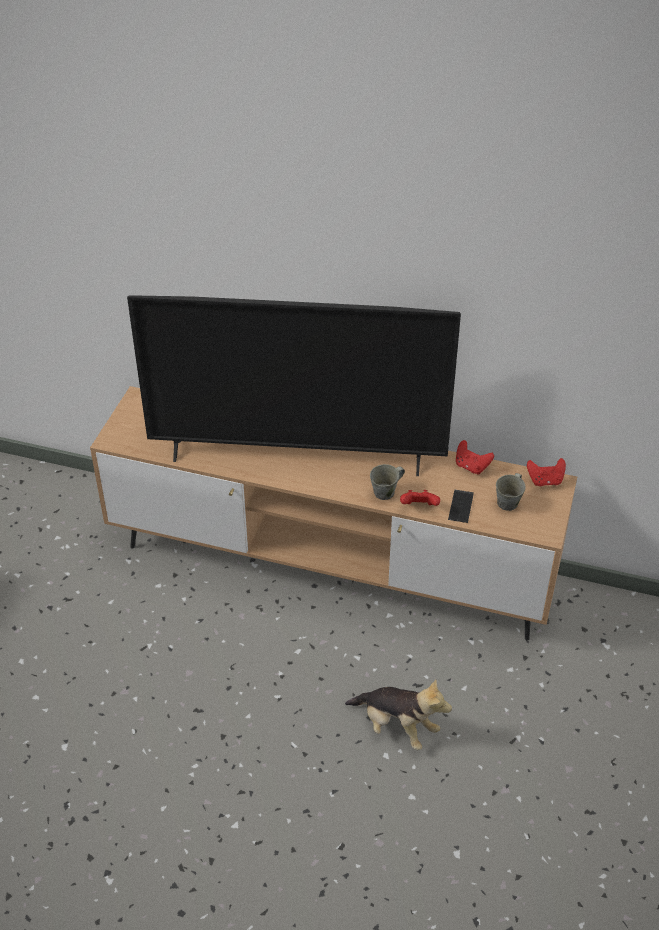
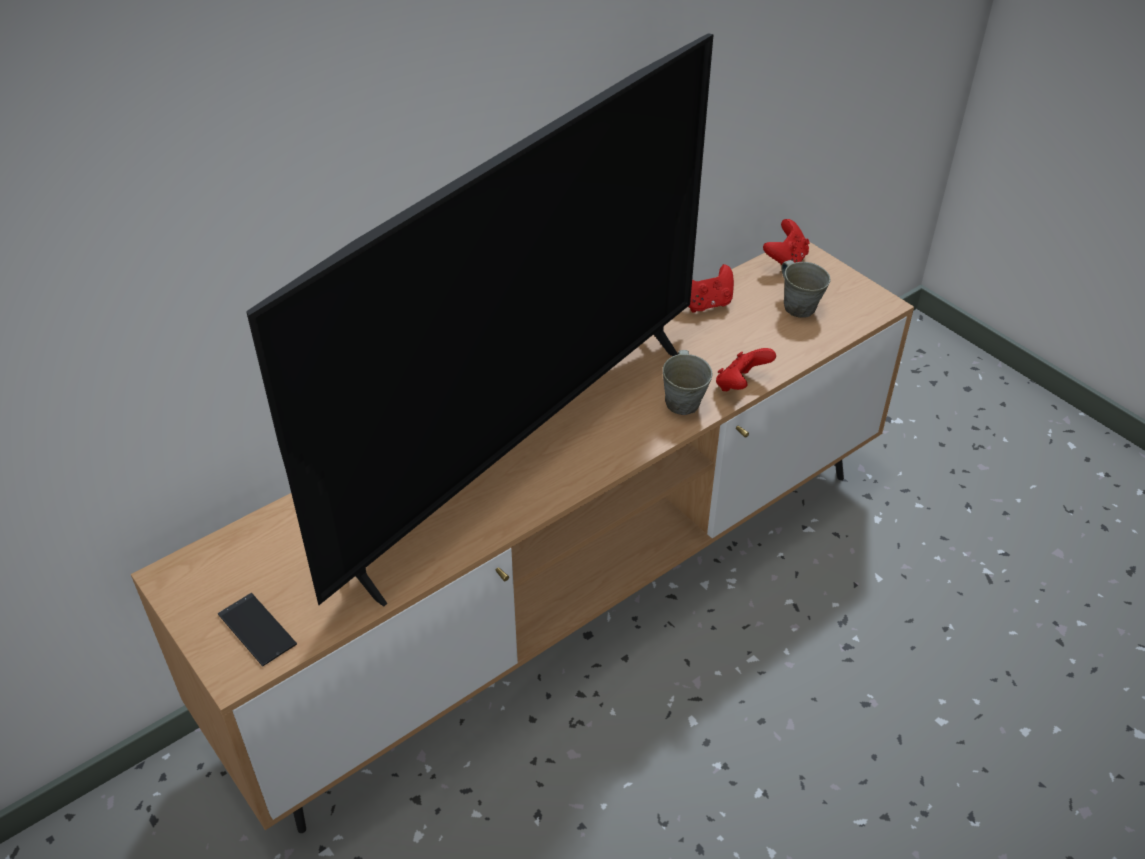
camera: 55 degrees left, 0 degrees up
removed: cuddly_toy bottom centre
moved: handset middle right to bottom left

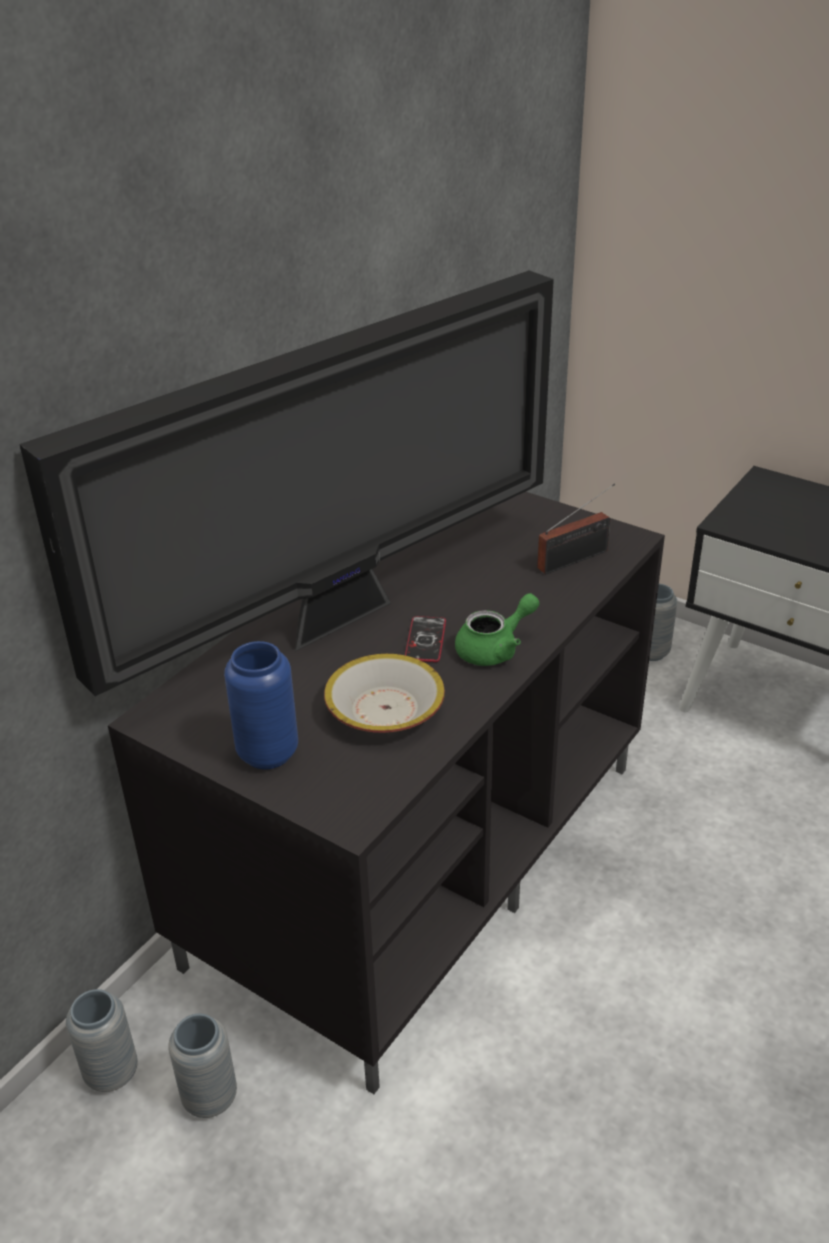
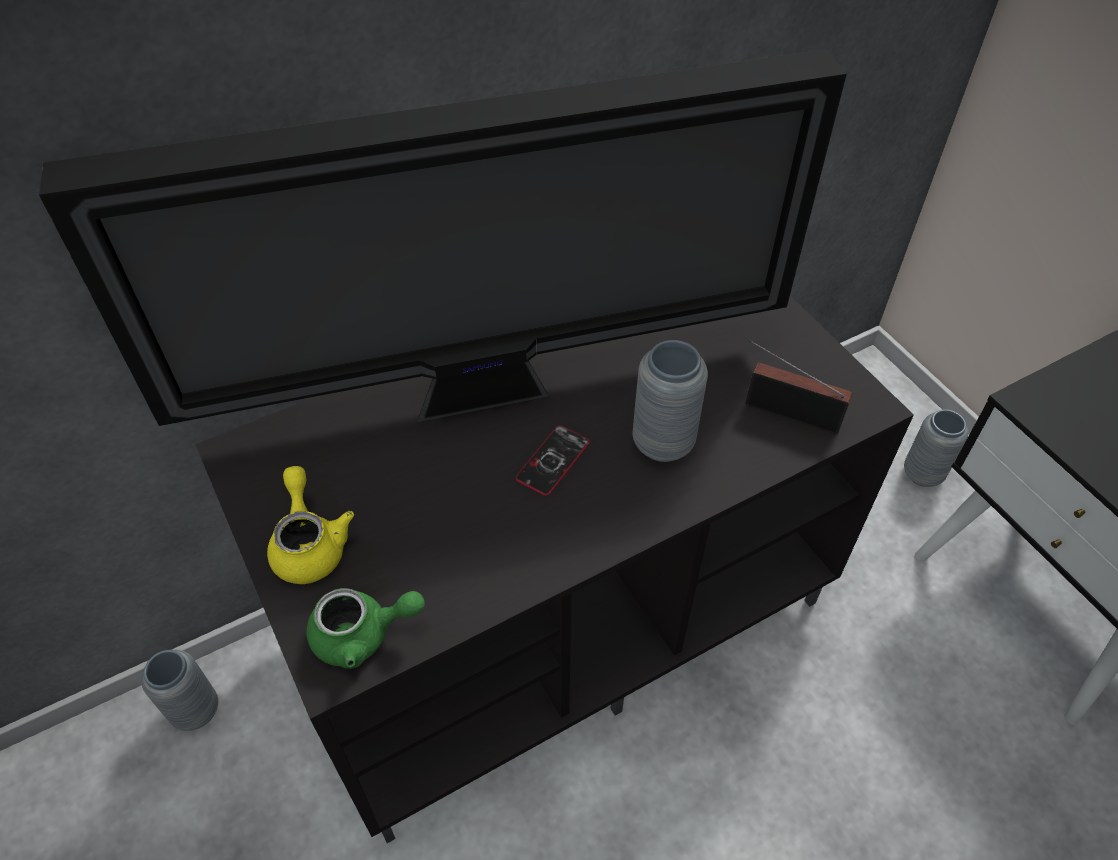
camera: 25 degrees right, 15 degrees up
removed: bowl centre
moved: grey_flower_vase (2nd from left) bottom left to centre; green-coloured_pot_for_tea centre to bottom left
replaced: blue_flower_vase middle left to yellow_pot_for_tea middle left
turned: radio_receiver middle right = middle right 150 degrees counterclockwise

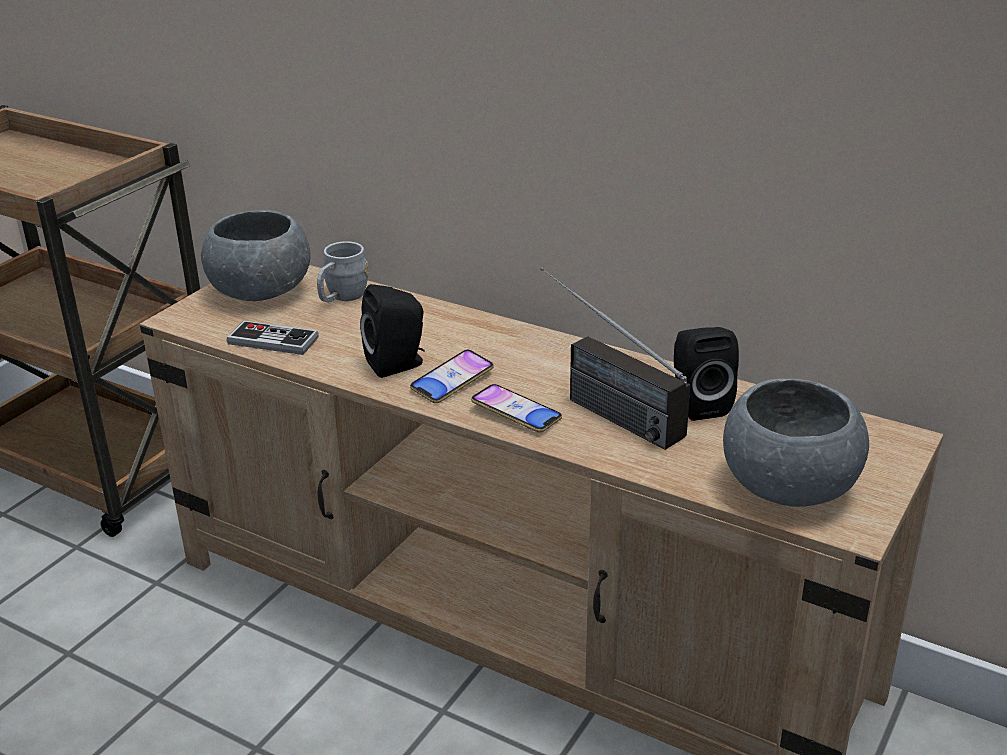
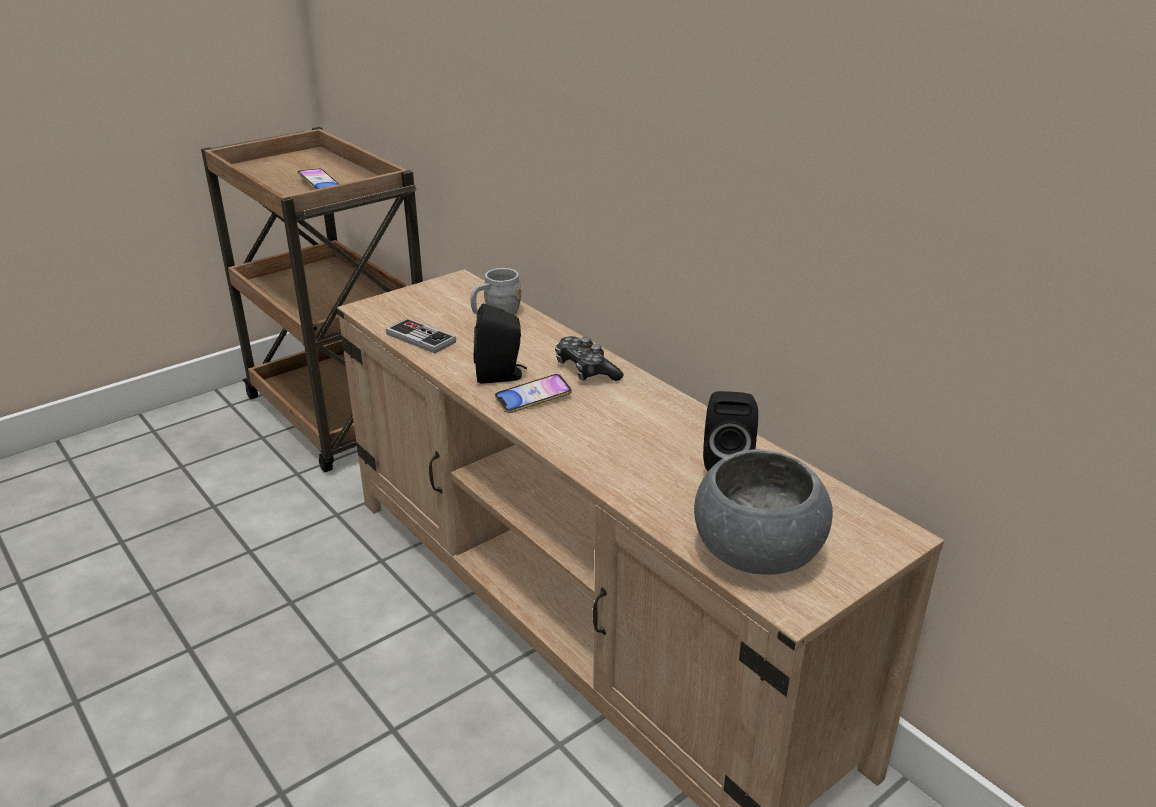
camera: 20 degrees right, 0 degrees up
removed: grey_bowl (1st from left) middle left; radio_receiver centre
added: gamepad (2nd from left) centre
moved: handset (2nd from left in the first image) centre to handset (1st from left) top left

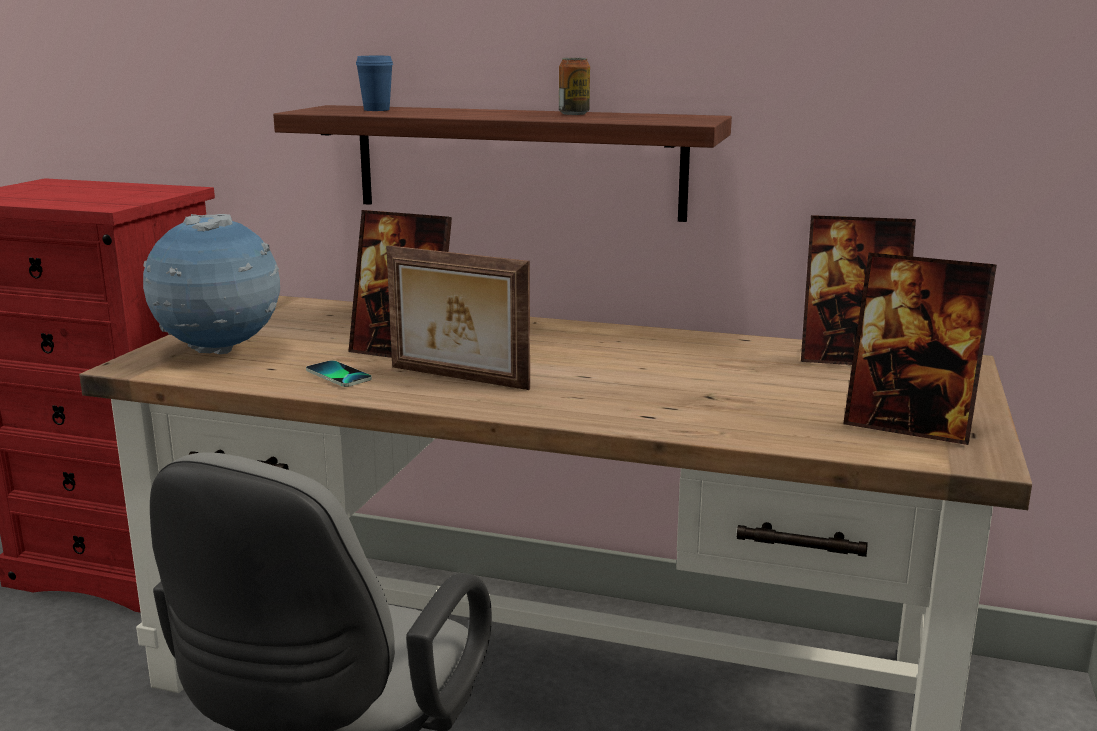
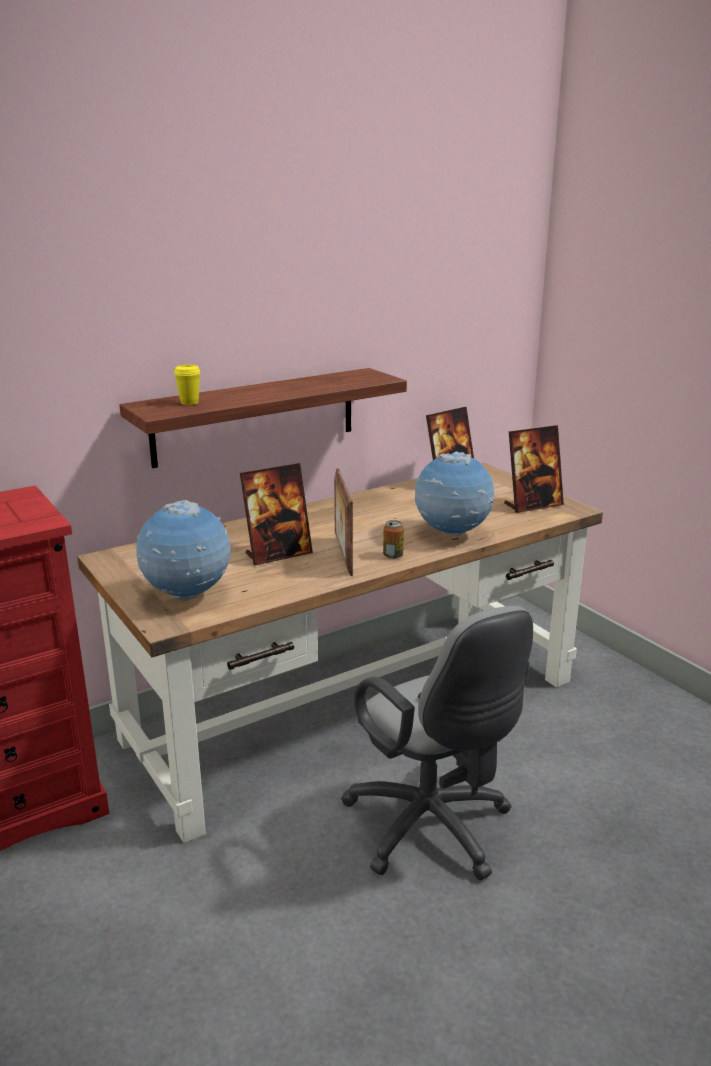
camera: 50 degrees left, 5 degrees up
removed: handset middle left
added: world_globe (2nd from left) centre
moved: metal_can top centre to centre
recoloured: blue_small_cup top centre to yellow_small_cup middle left
turned: picture_frame (2nd from left) centre = centre 105 degrees clockwise

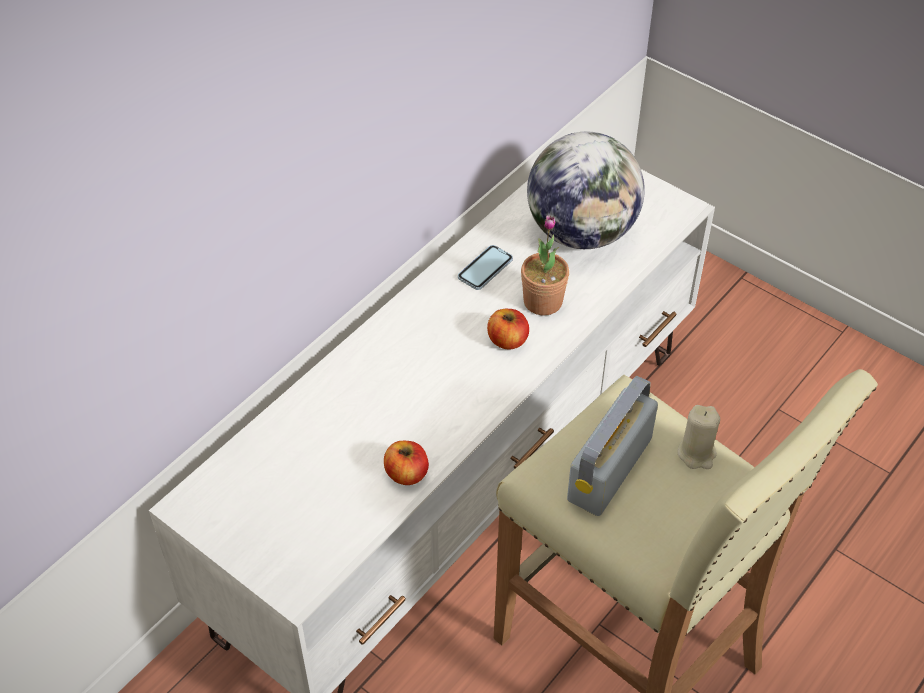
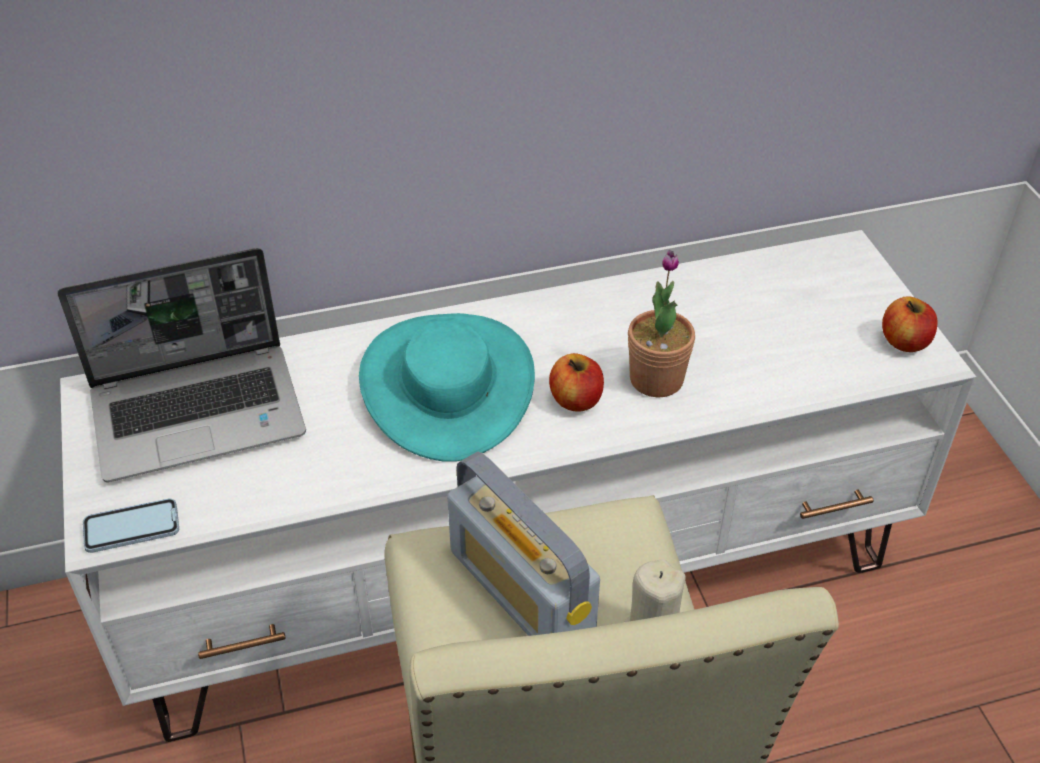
camera: 35 degrees right, 5 degrees down
removed: world_globe top centre
added: laptop middle left; turquoise_hat centre
moved: apple (1st from left in the first image) bottom centre to apple (2nd from left) middle right; handset centre to bottom left
turned: radio_receiver centre = bottom centre 105 degrees counterclockwise

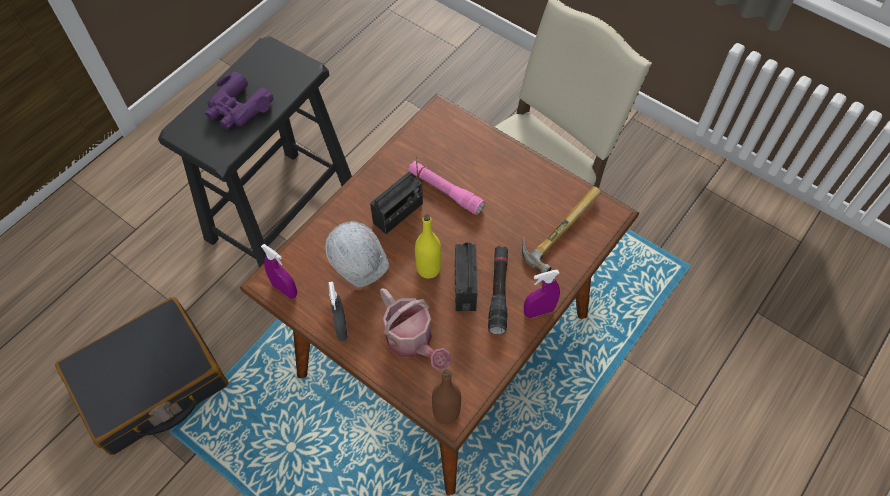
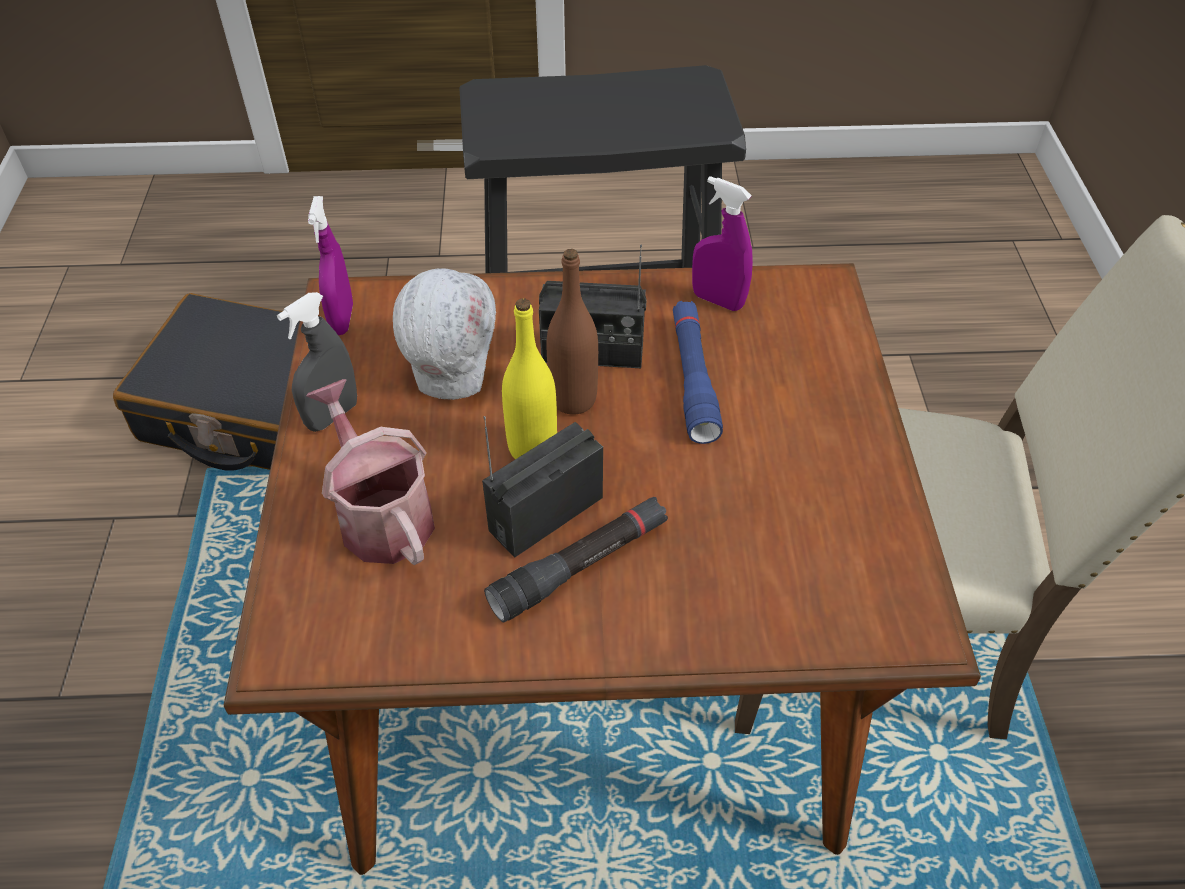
camera: 50 degrees right, 10 degrees down
removed: purple-coloured_binoculars top left; hand_hammer centre
moved: brown-coloured_drink_bottle bottom centre to centre; purple-coloured_hand_sprayer (2nd from left) centre to top centre
recoloured: pink_hand_torch centre to blue_hand_torch centre
turned: watering_can centre = middle left 135 degrees clockwise

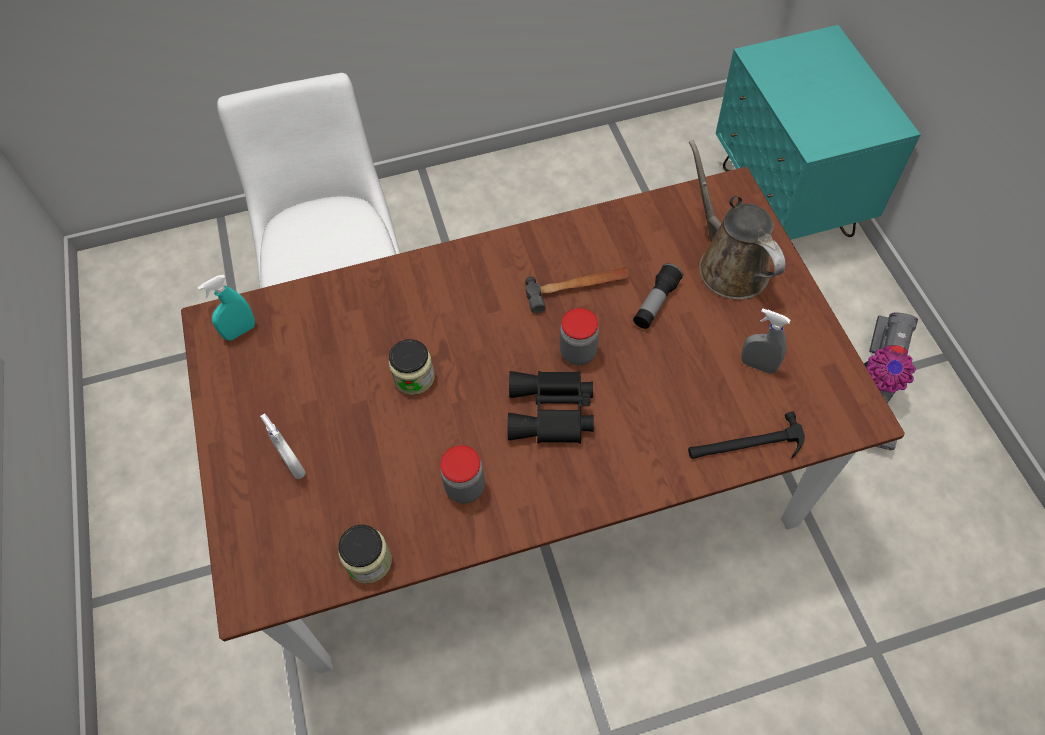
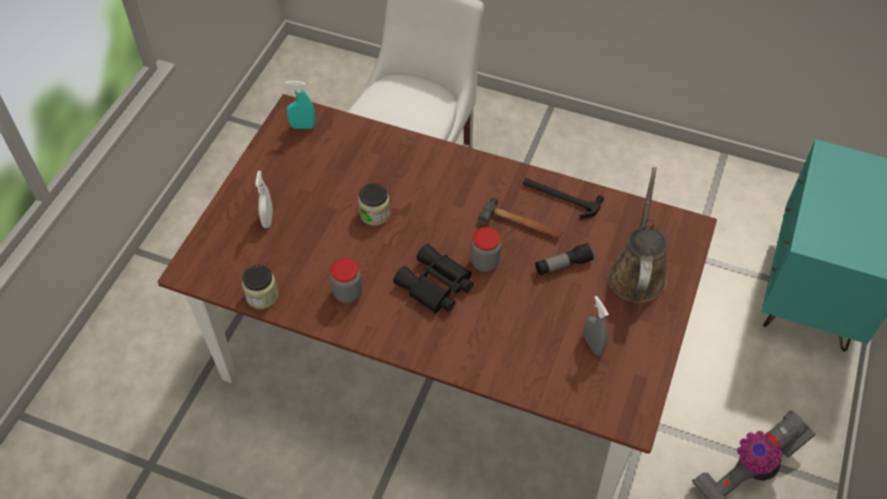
camera: 35 degrees right, 5 degrees down
moved: hand_hammer (2nd from left) middle right to centre

